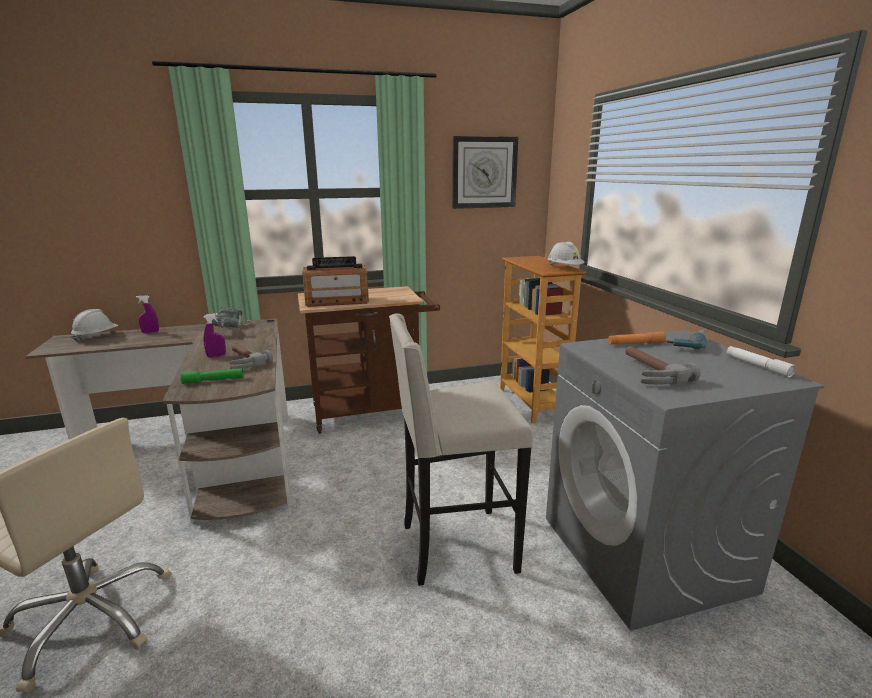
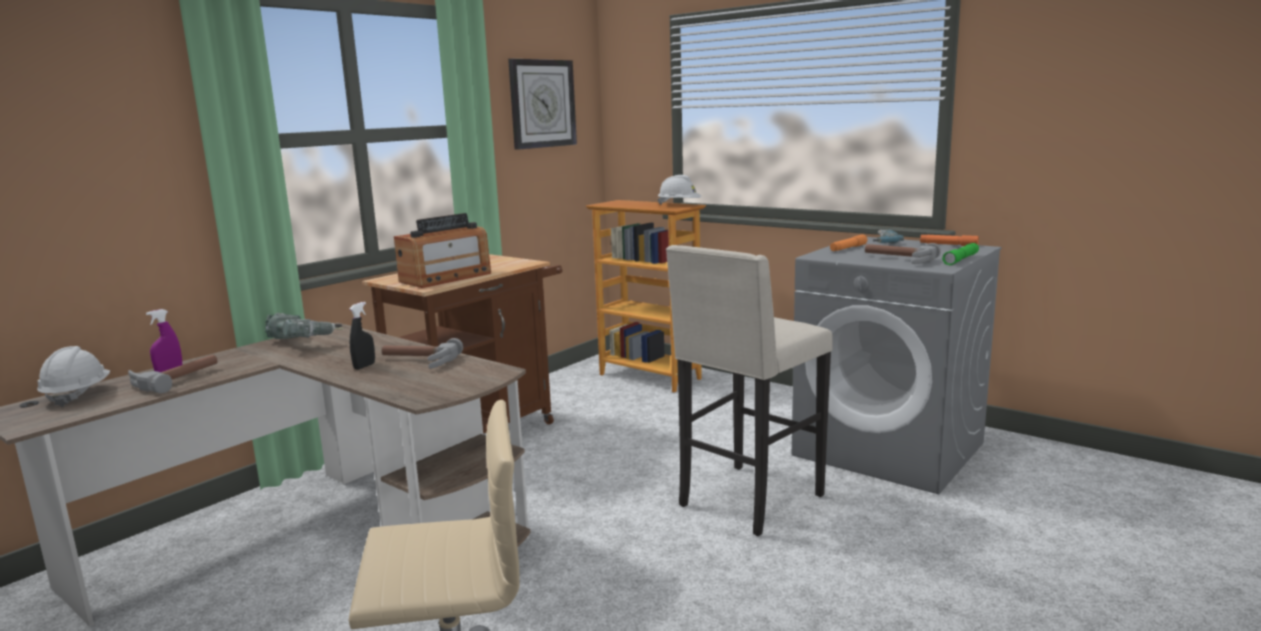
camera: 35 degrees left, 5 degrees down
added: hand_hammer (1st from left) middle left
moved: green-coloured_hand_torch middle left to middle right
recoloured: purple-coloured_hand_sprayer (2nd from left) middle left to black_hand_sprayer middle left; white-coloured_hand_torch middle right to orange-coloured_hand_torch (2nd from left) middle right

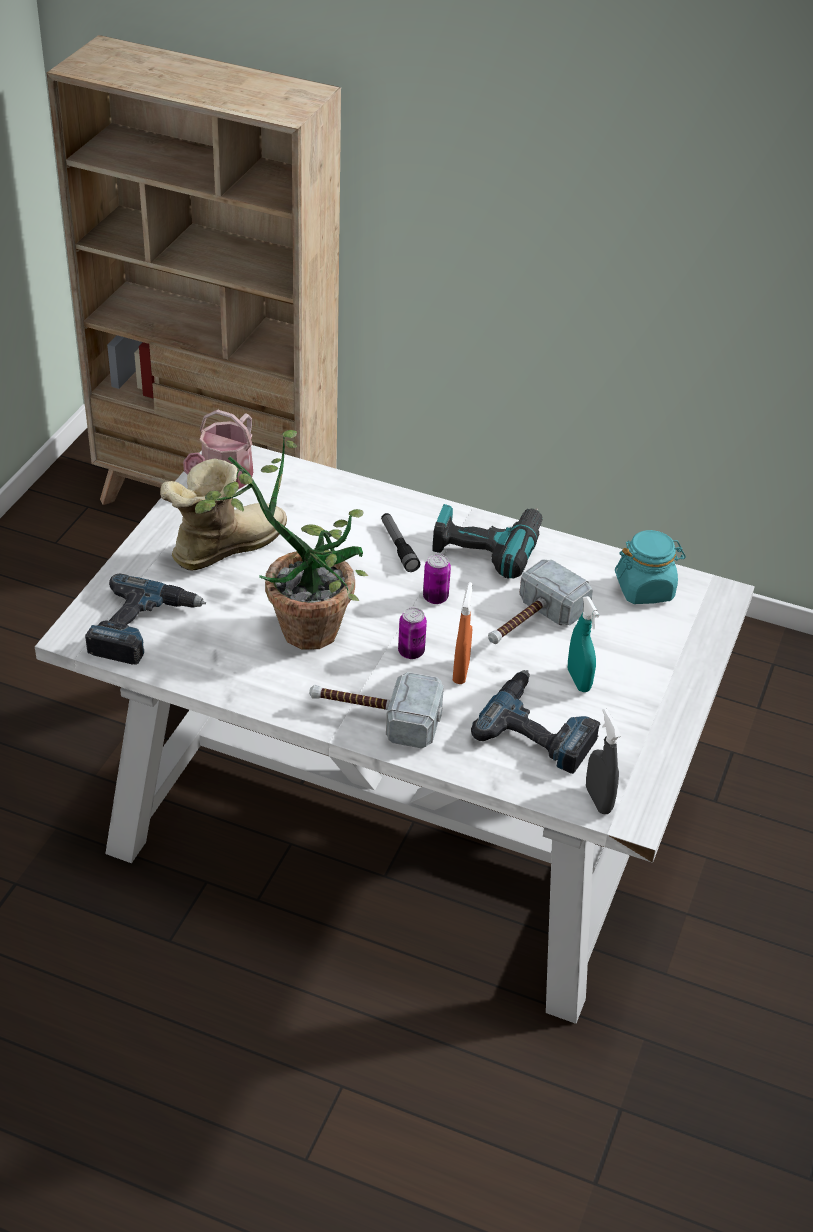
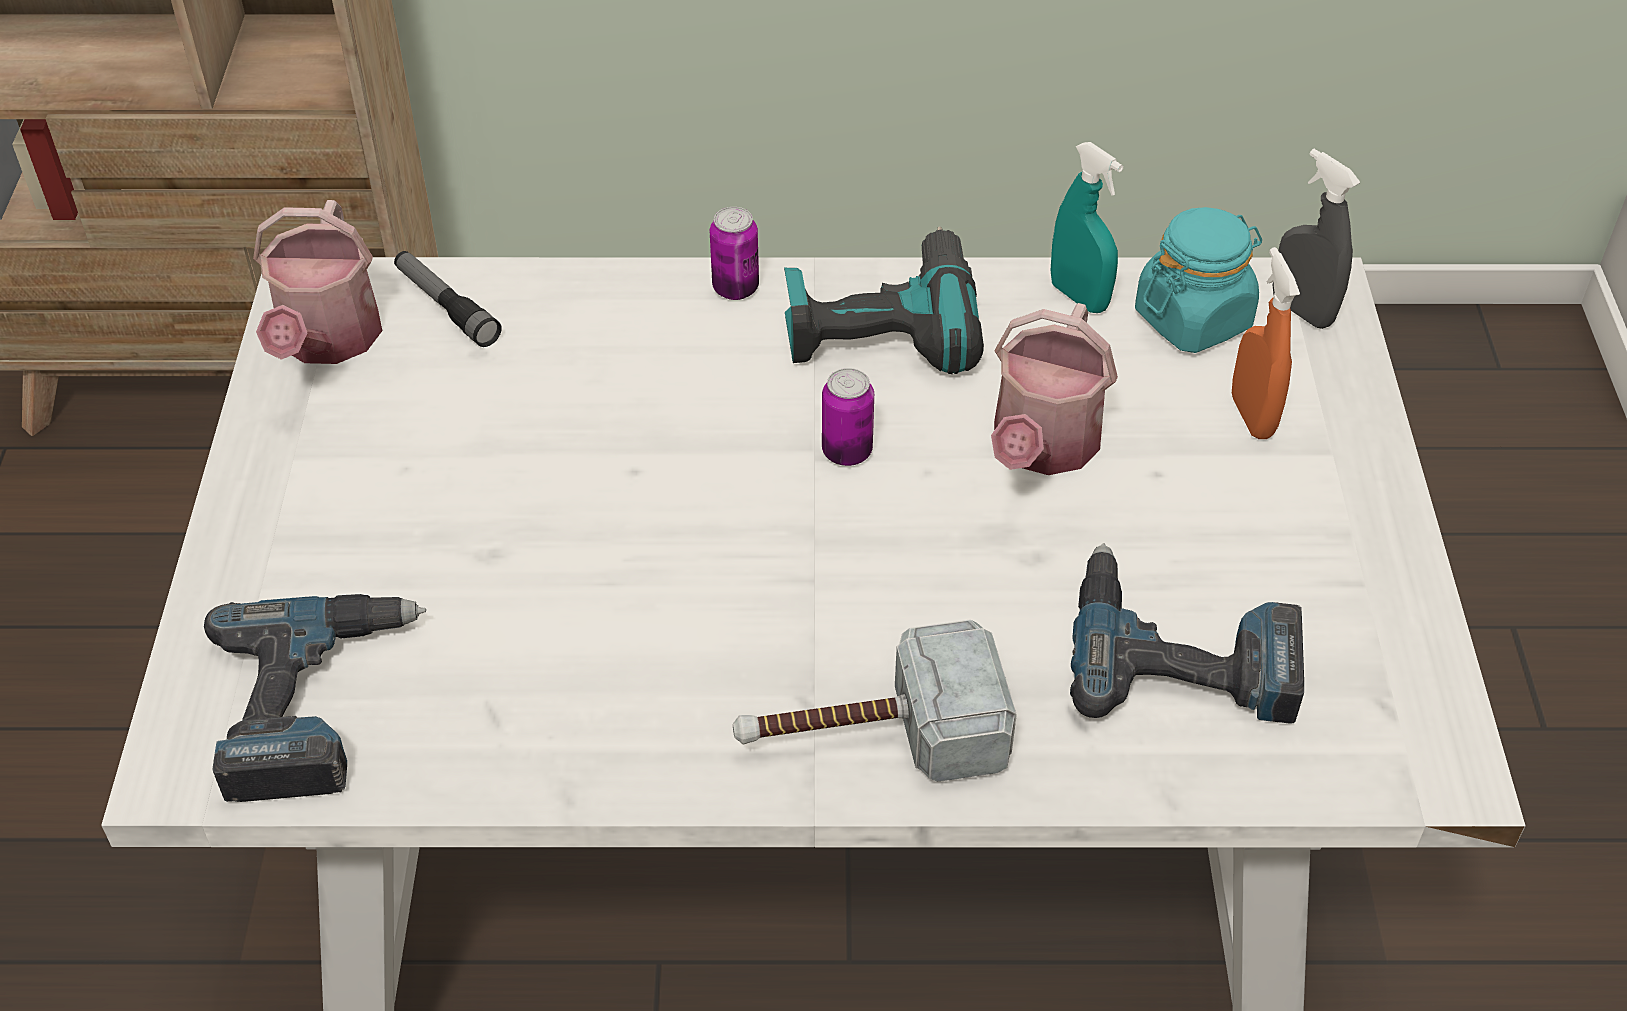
camera: 20 degrees left, 5 degrees up
removed: tall_boot middle left; plant_in_a_pot centre
moved: hand_torch centre to top left; metal_can (1st from left) centre to top centre; orange-coloured_hand_sprayer centre to middle right; turquoise_hand_sprayer middle right to top right; grey_hand_sprayer middle right to top right
replaced: hand_hammer (2nd from left) centre to watering_can (2nd from left) centre

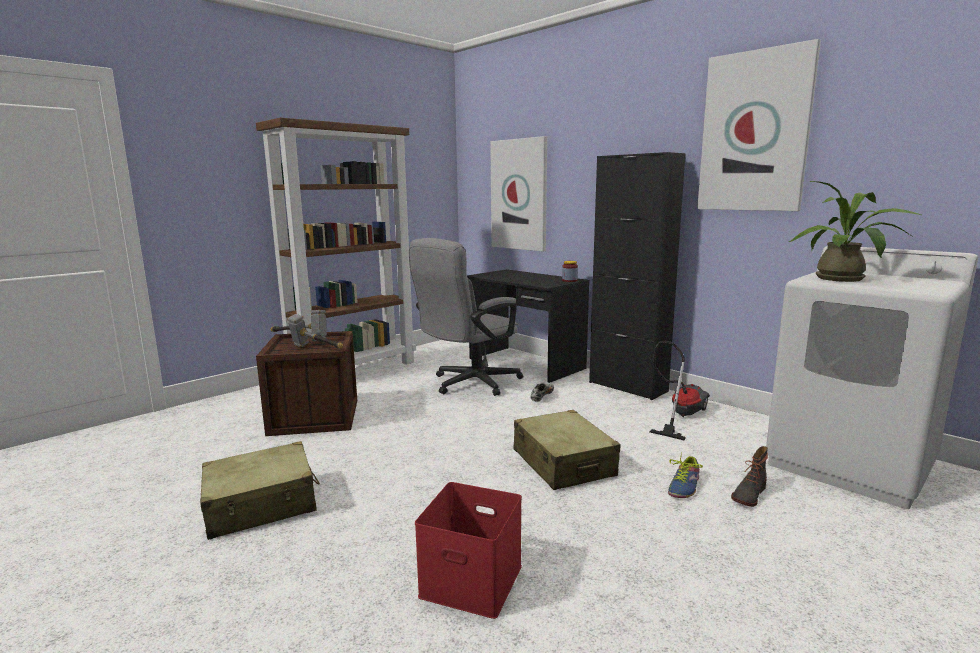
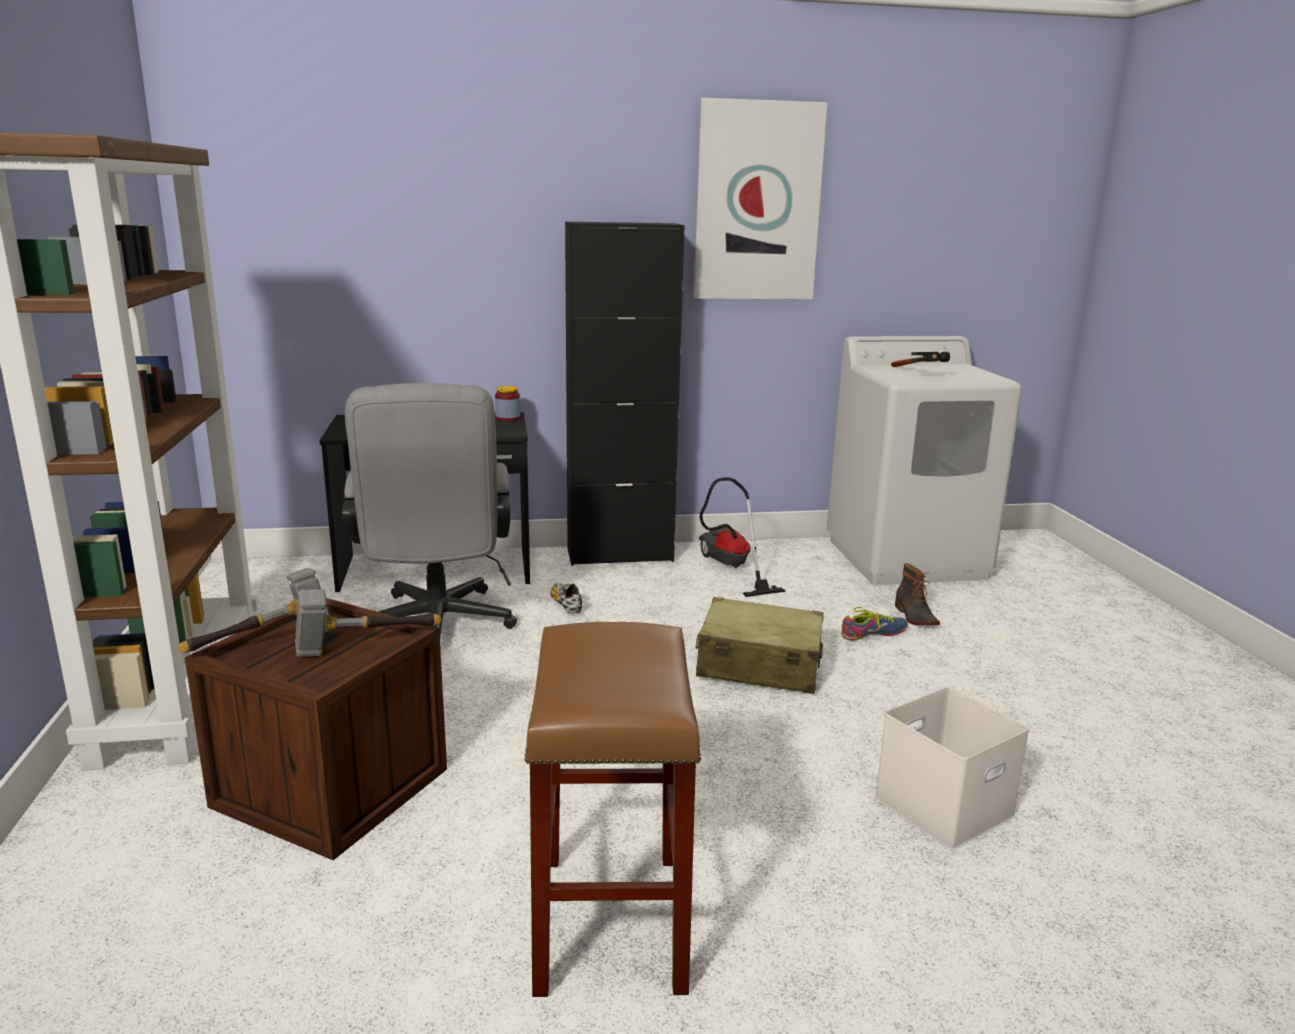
camera: 55 degrees left, 5 degrees up
removed: picture (1st from left) top centre
replaced: beige-coloured_suitcase (1st from left) bottom left to brown-coloured_sitting_stool bottom centre; plant_in_a_pot middle right to hand_hammer (3rd from left) middle right
recoloured: red-coloured_storage_container bottom centre to white-coloured_storage_container bottom right
turned: shoe (2nd from left) bottom right = middle right 90 degrees counterclockwise

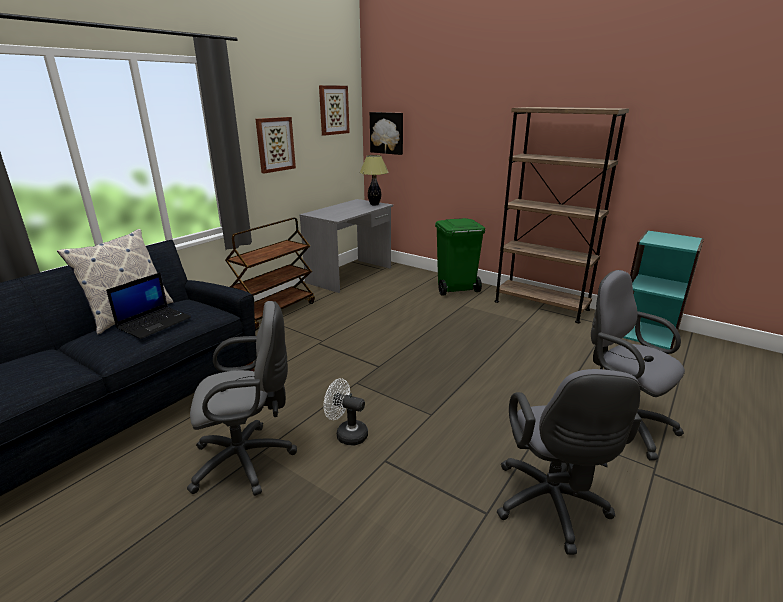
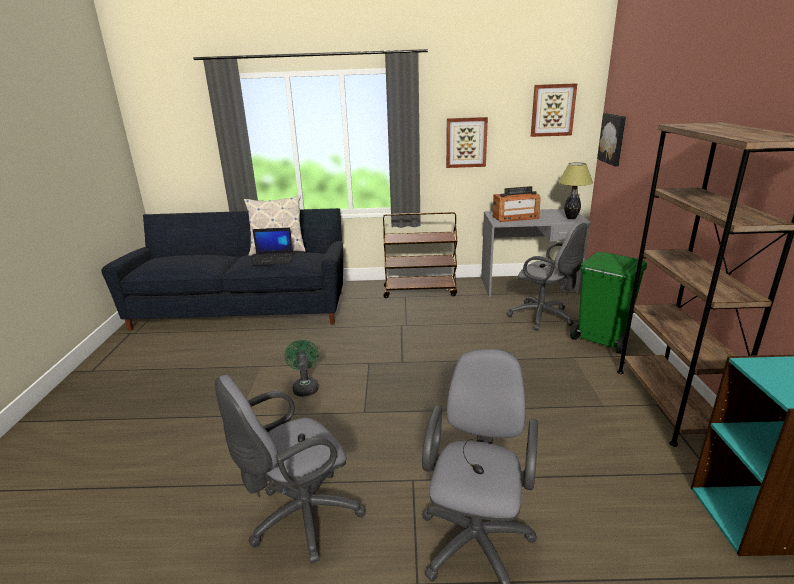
camera: 55 degrees right, 0 degrees up
added: radio_receiver centre
moved: grey_computer_chair (1st from left in the first image) middle left to grey_computer_chair (3rd from left) middle right
recoloured: white-coloured_cooling_fan bottom centre to green-coloured_cooling_fan centre

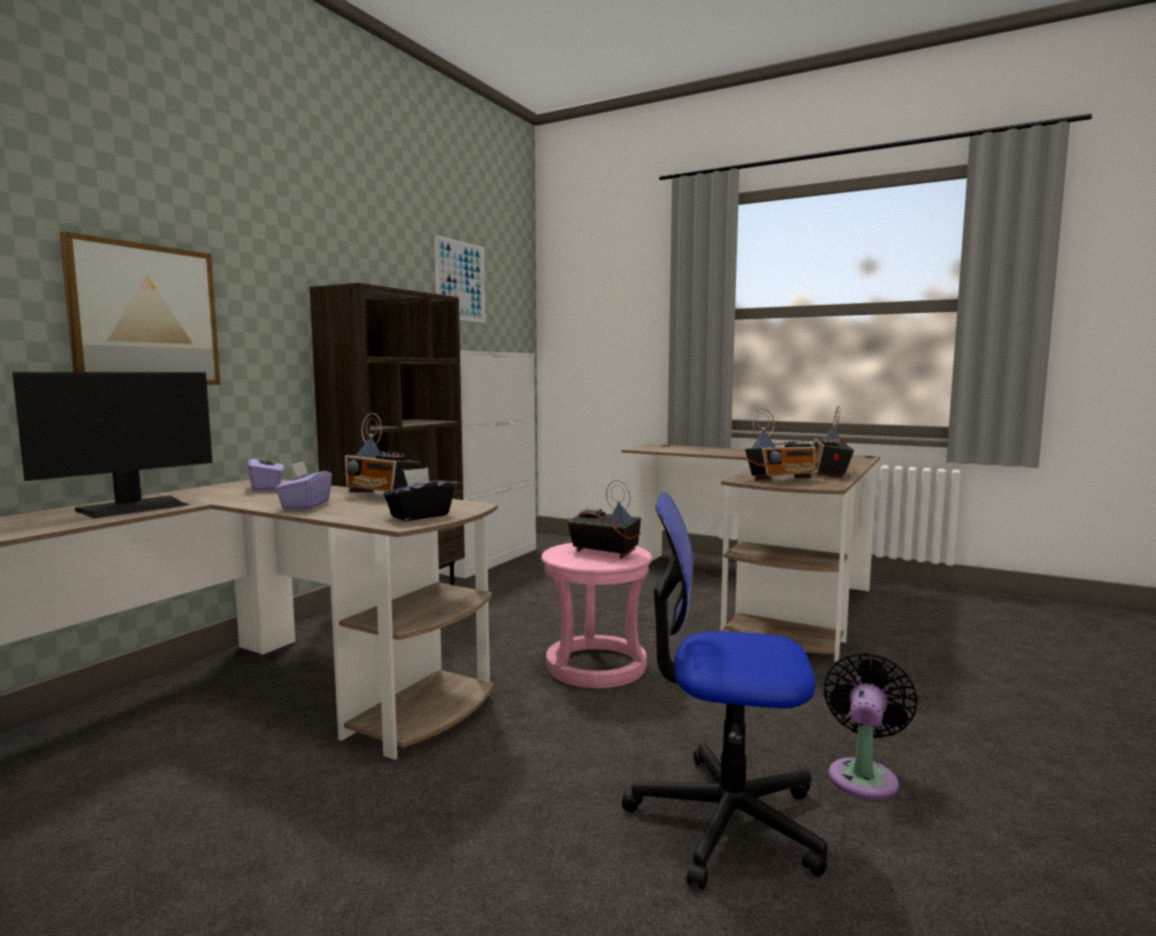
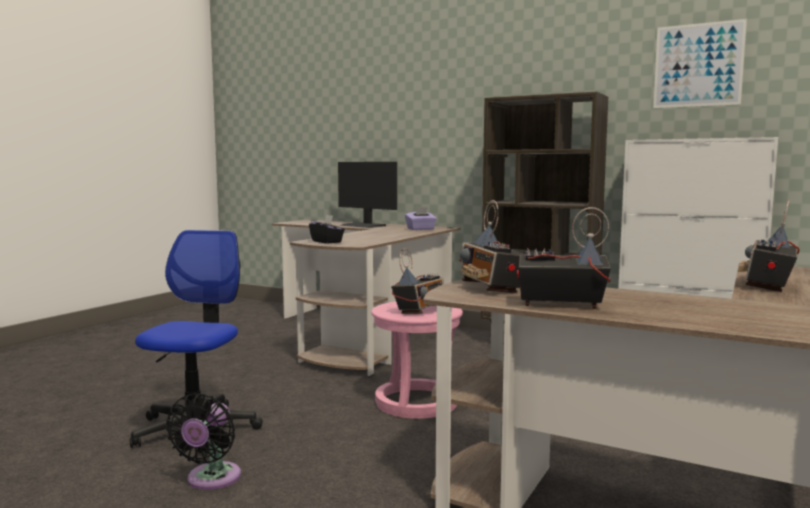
camera: 90 degrees right, 0 degrees up
removed: picture (1st from left) top left; purple-coloured_box_of_tissues (2nd from left) middle left
moved: radio_receiver (1st from left in the first image) middle left to radio_receiver (4th from left) middle right
turned: black_cooling_fan bottom right = bottom left 75 degrees clockwise

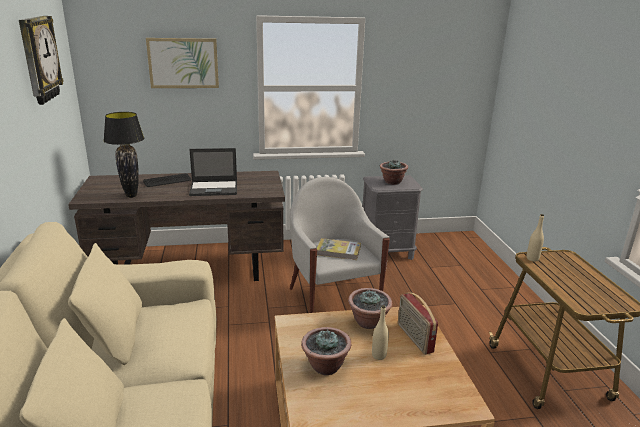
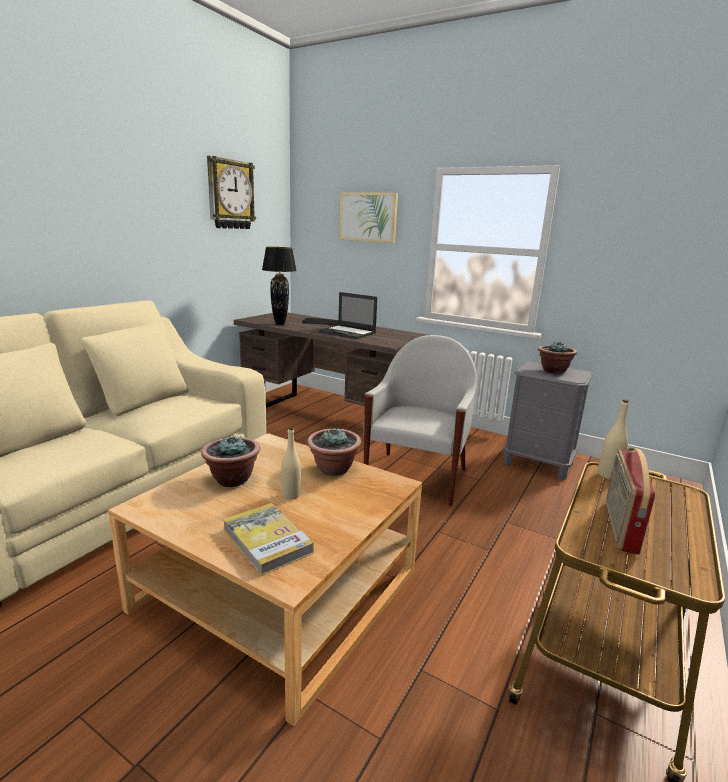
camera: 40 degrees right, 5 degrees down
moved: book centre to bottom centre; radio_receiver bottom centre to middle right

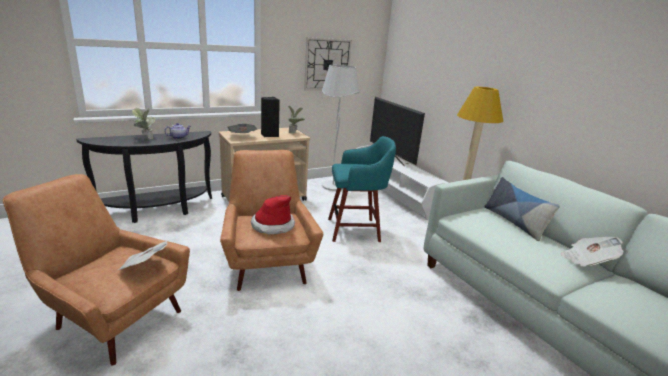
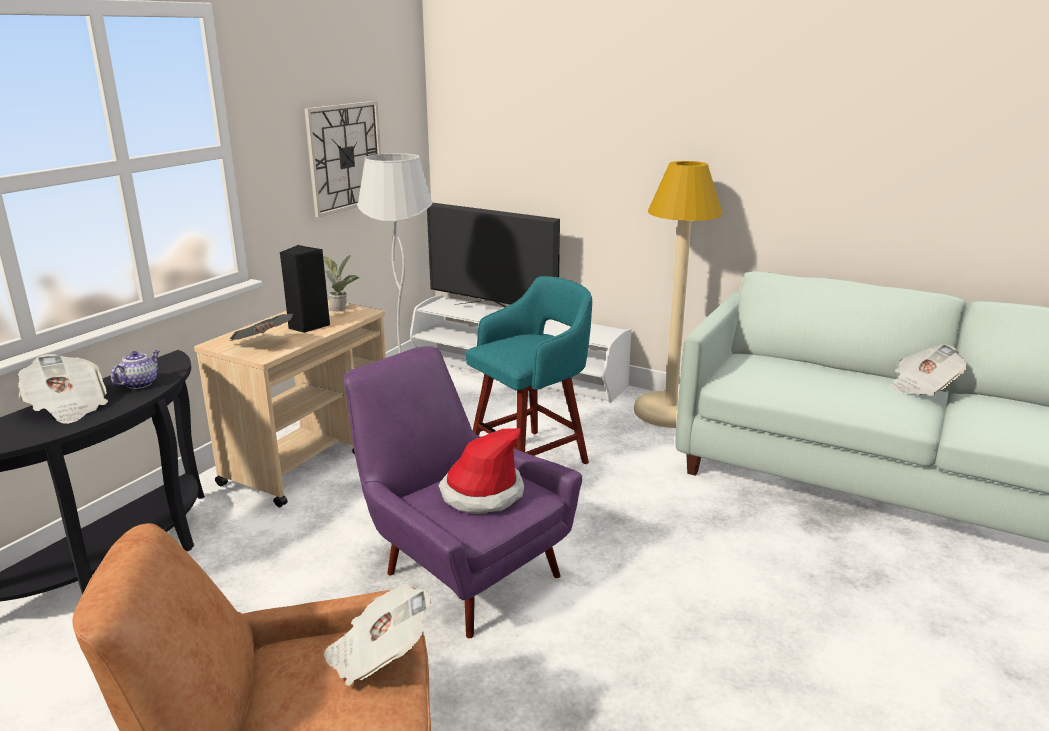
camera: 30 degrees left, 0 degrees up
removed: cushion middle right
replaced: plant_in_a_pot (1st from left) top left to printed_paper (1st from left) middle left
recoloured: brown-coloured_easy_chair (2nd from left) centre to purple-coloured_easy_chair bottom centre

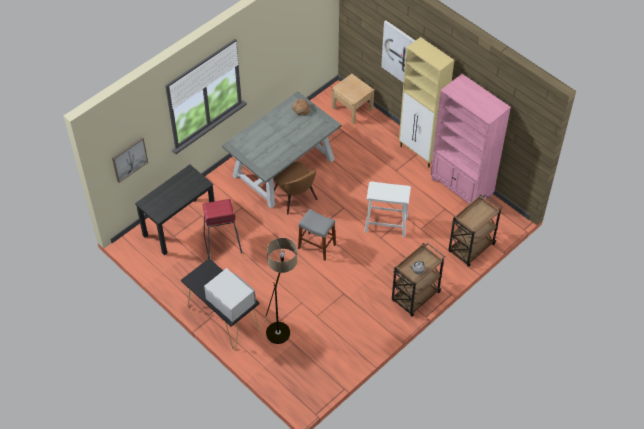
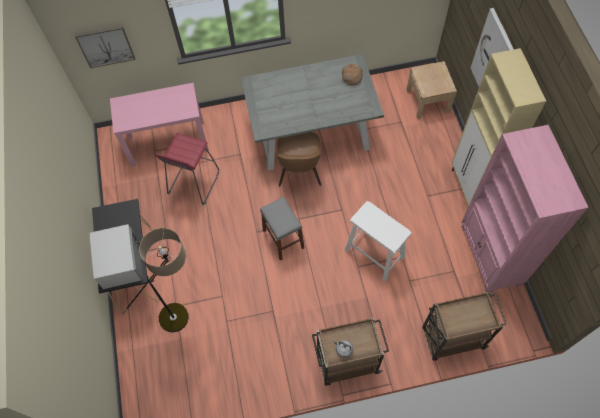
camera: 35 degrees right, 10 degrees up
recoloured: black_desk_unit middle left to pink_desk_unit top left

